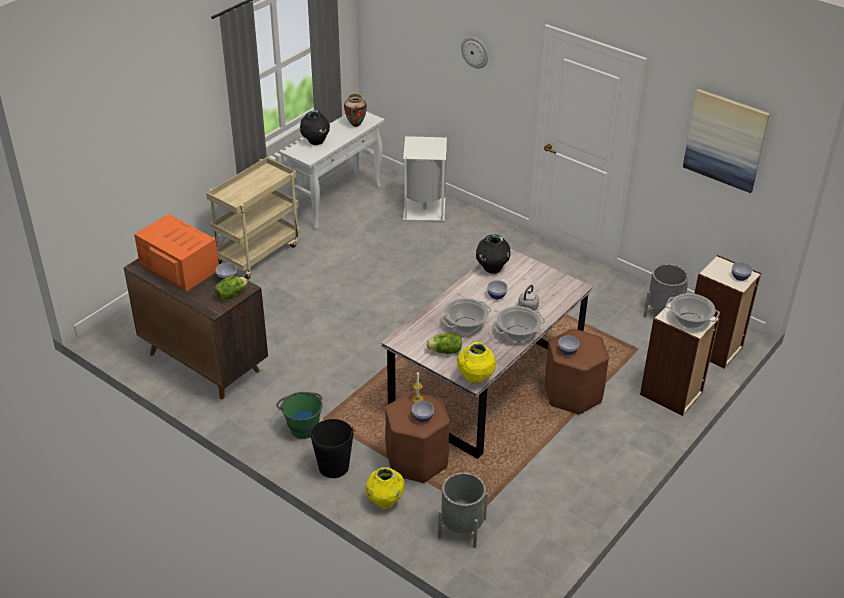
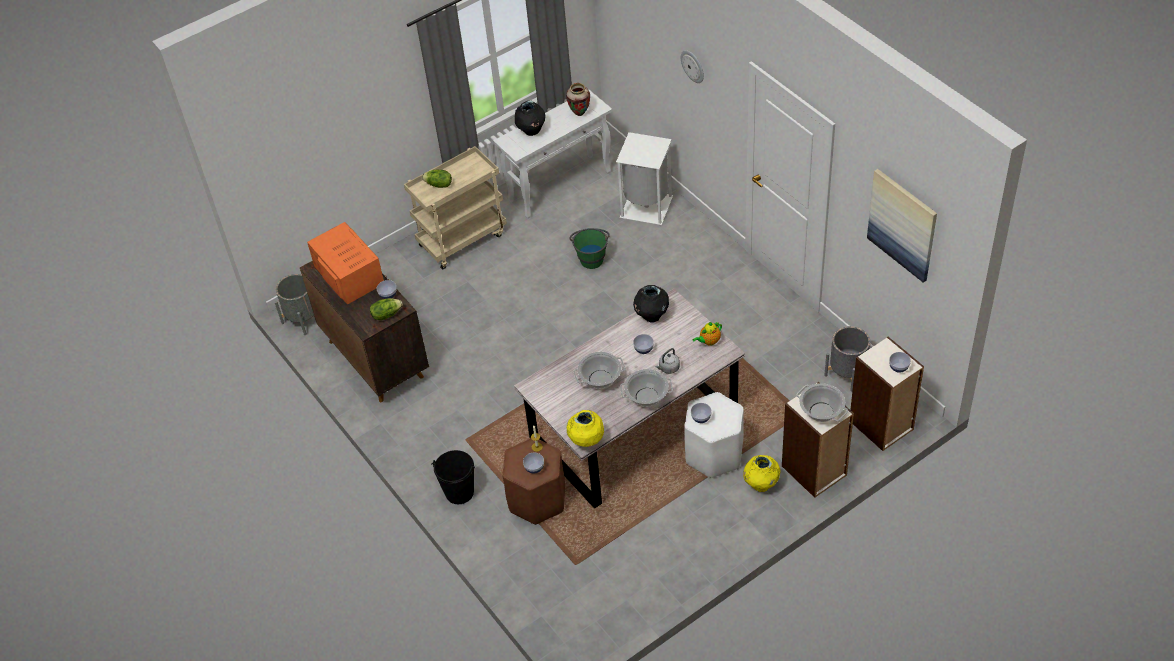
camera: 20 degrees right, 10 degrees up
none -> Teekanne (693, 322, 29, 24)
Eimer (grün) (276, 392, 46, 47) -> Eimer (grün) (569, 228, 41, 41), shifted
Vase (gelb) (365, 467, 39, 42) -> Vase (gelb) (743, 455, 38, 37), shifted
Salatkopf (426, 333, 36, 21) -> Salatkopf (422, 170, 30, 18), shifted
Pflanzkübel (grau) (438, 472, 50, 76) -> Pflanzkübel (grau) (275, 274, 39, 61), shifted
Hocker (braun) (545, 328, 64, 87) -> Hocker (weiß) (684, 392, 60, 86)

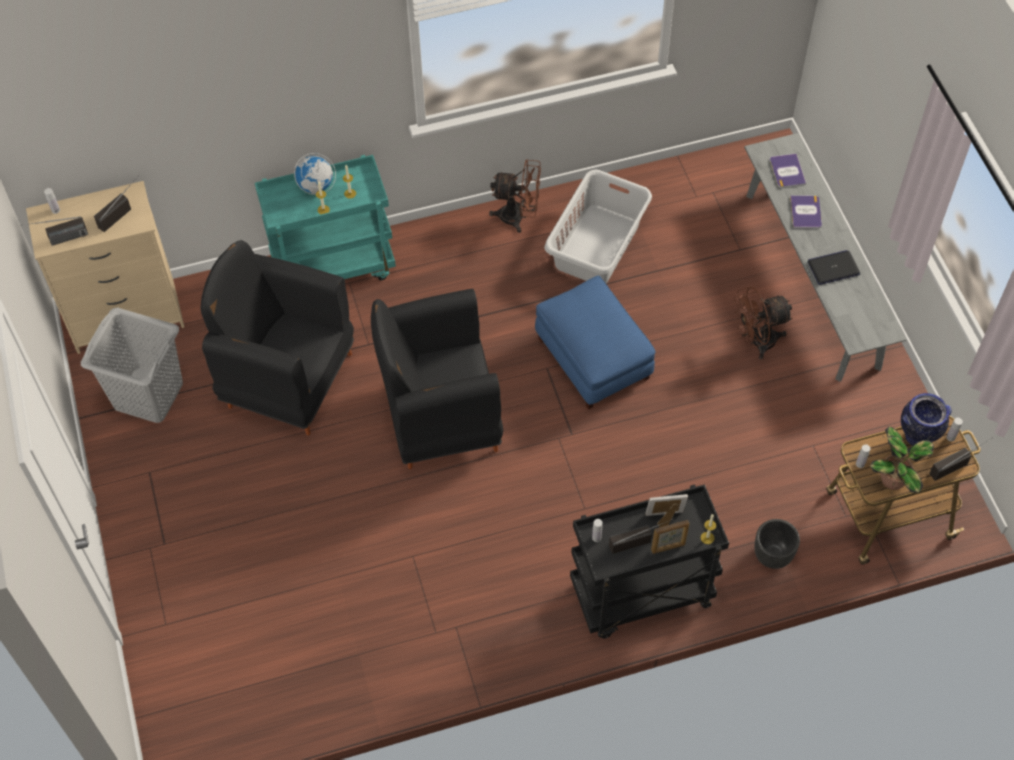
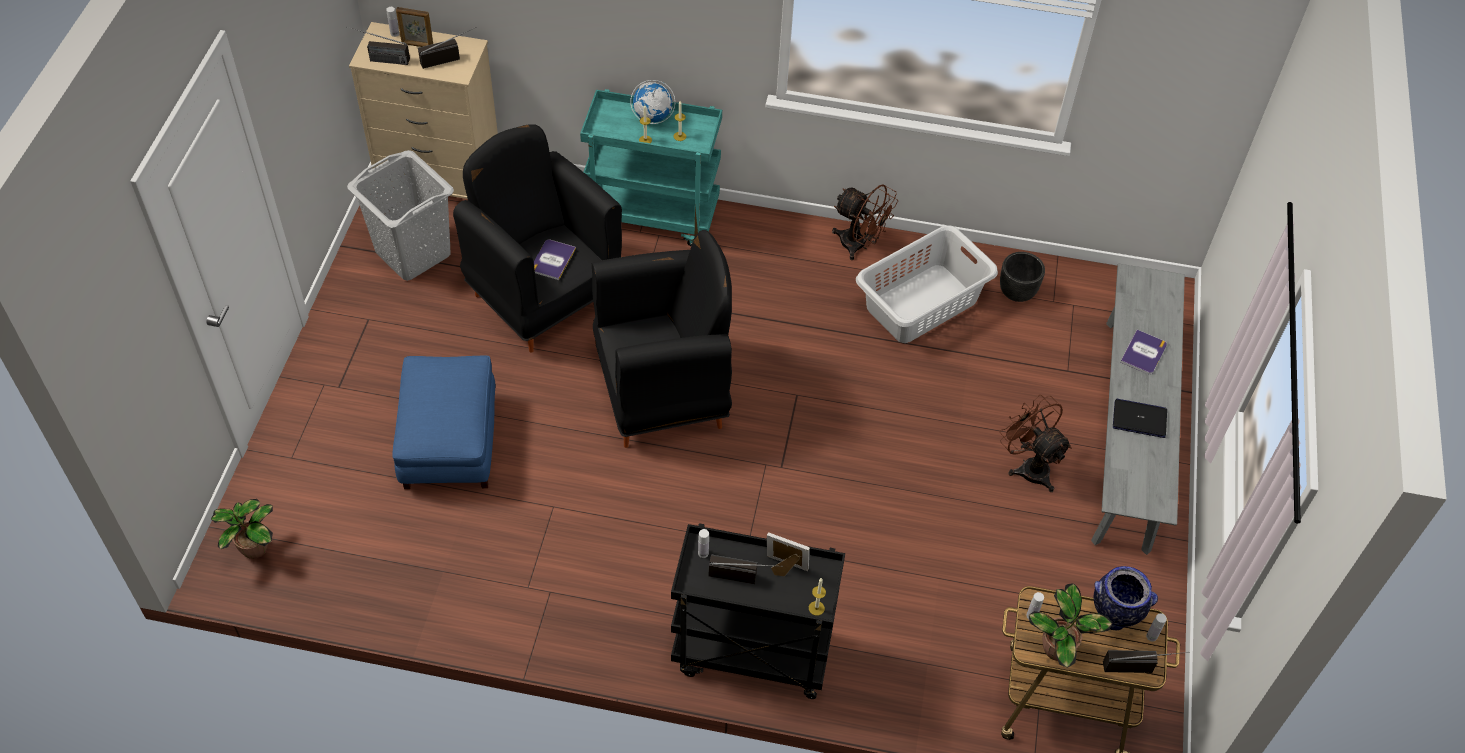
camera: 25 degrees right, 5 degrees down
none -> Topfpflanze (211, 499, 62, 60)
Polsterhocker (blau) (535, 276, 120, 134) -> Polsterhocker (blau) (393, 356, 102, 133), shifted
Bilderrahmen (651, 520, 38, 34) -> Bilderrahmen (396, 7, 37, 40), shifted
Pflanzkübel (schwarz) (754, 519, 46, 50) -> Pflanzkübel (schwarz) (1000, 252, 45, 50), shifted
Buch (770, 154, 36, 34) -> Buch (534, 239, 42, 41), shifted
Sessel (schwarz) (371, 289, 132, 180) -> Sessel (schwarz) (592, 230, 140, 218), 150 degrees clockwise
Ventilator (braun) (734, 286, 59, 73) -> Ventilator (braun) (1000, 395, 72, 97), 45 degrees clockwise

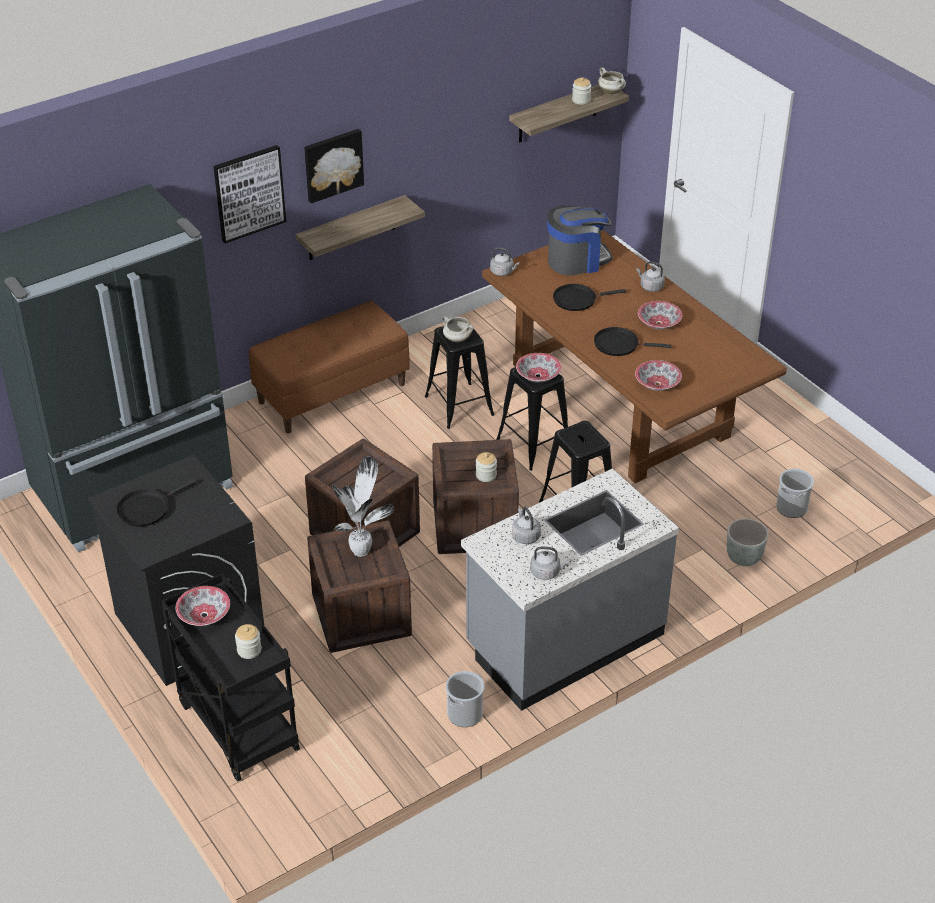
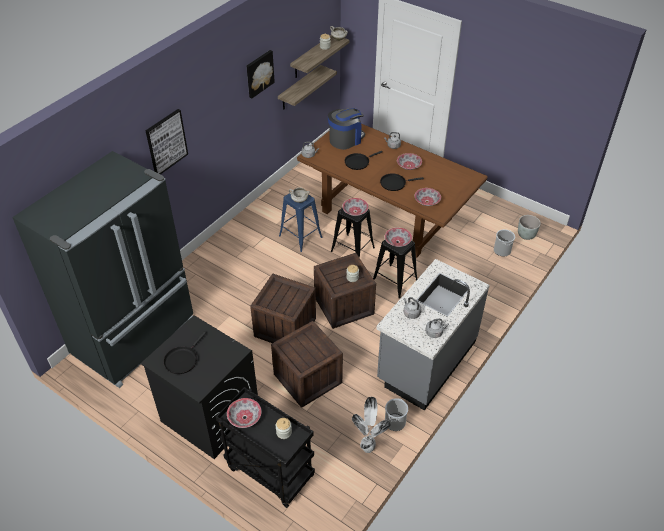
camera: 20 degrees left, 5 degrees up
Bank (braun) (249, 301, 161, 133) -> none
none -> Schüssel (385, 227, 27, 20)
Wandregal (296, 195, 129, 65) -> Wandregal (278, 65, 59, 45), shifted
Bild (304, 129, 60, 74) -> Bild (247, 50, 28, 49), shifted
Topfpflanze (332, 456, 62, 101) -> Topfpflanze (352, 397, 39, 56), shifted
Pflanzkübel (grau) (727, 519, 41, 47) -> Pflanzkübel (grau) (518, 215, 23, 25), shifted
Hocker (schwarz) (425, 326, 69, 103) -> Hocker (blau) (279, 193, 44, 59)

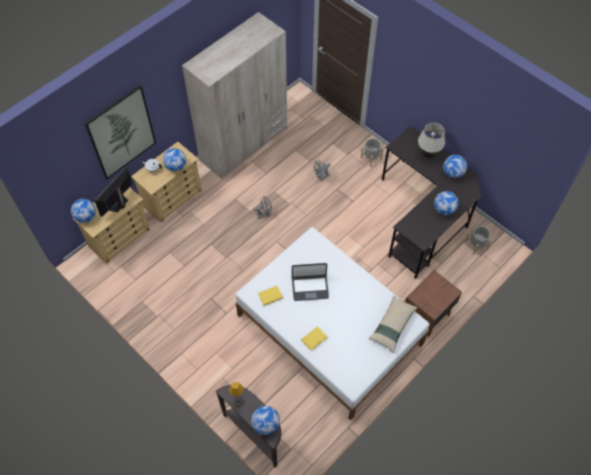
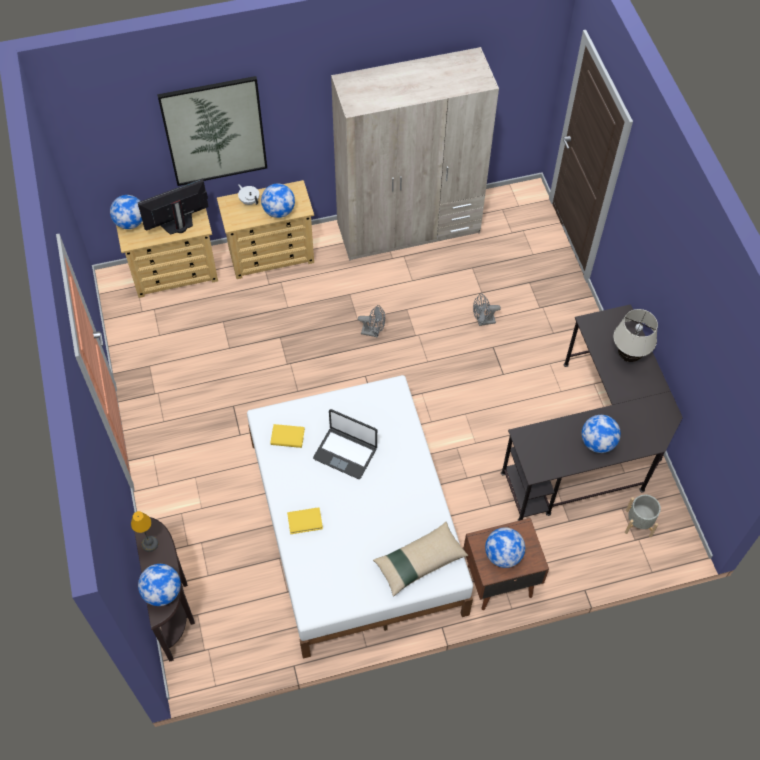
camera: 30 degrees right, 0 degrees up
Pflanzkübel (grau) (361, 138, 23, 29) -> none
Globus (443, 155, 24, 23) -> Globus (485, 527, 40, 41), shifted

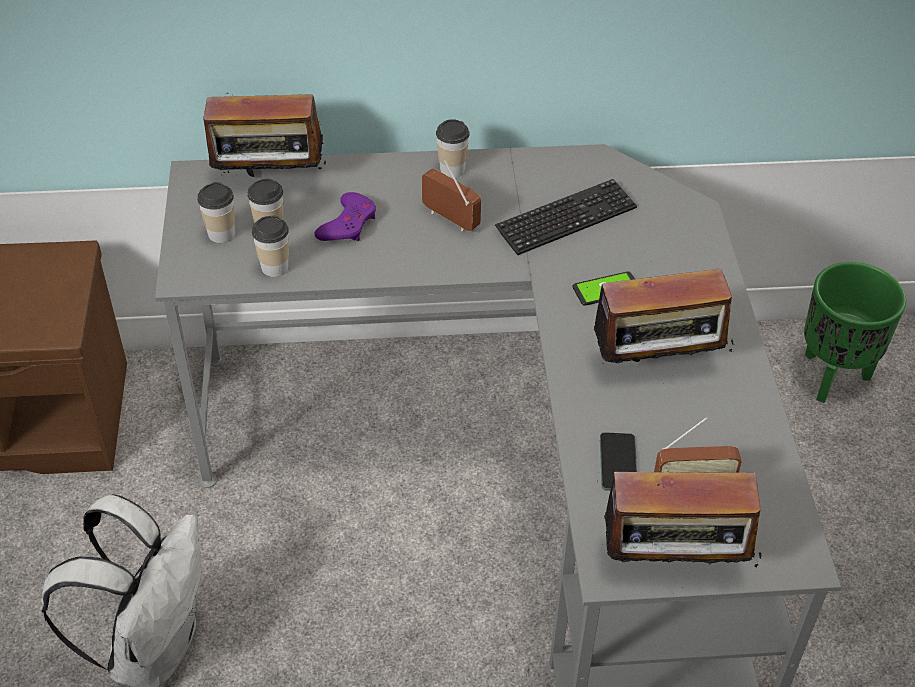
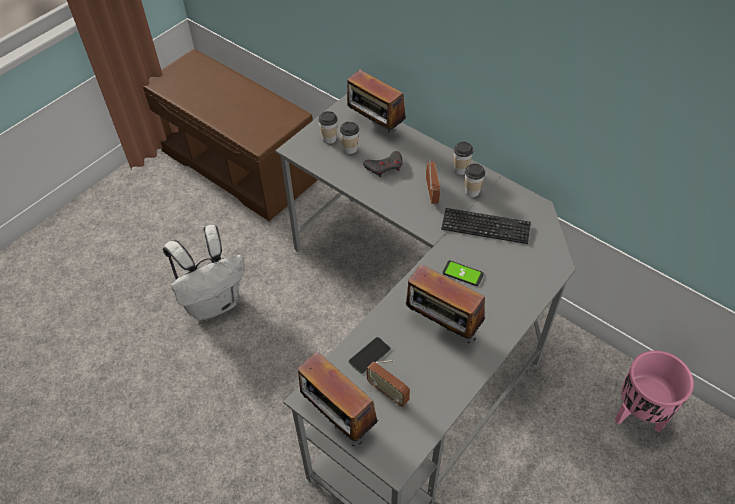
camera: 45 degrees right, 5 degrees up
Tasse (252, 215, 37, 62) -> Tasse (465, 163, 20, 34), shifted
Gamepad (lila) (315, 192, 61, 49) -> Gamepad (grau) (363, 151, 40, 26)
Pflanzkübel (grün) (804, 262, 102, 141) -> Pflanzkübel (rosa) (615, 350, 79, 82)

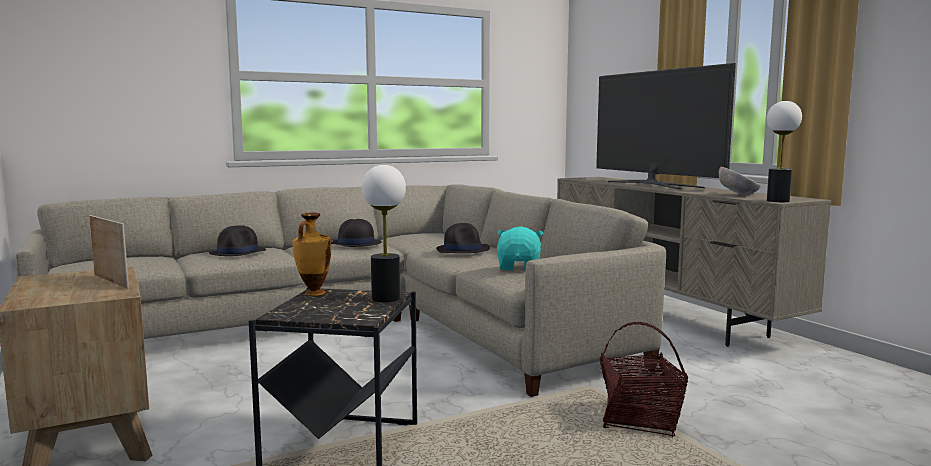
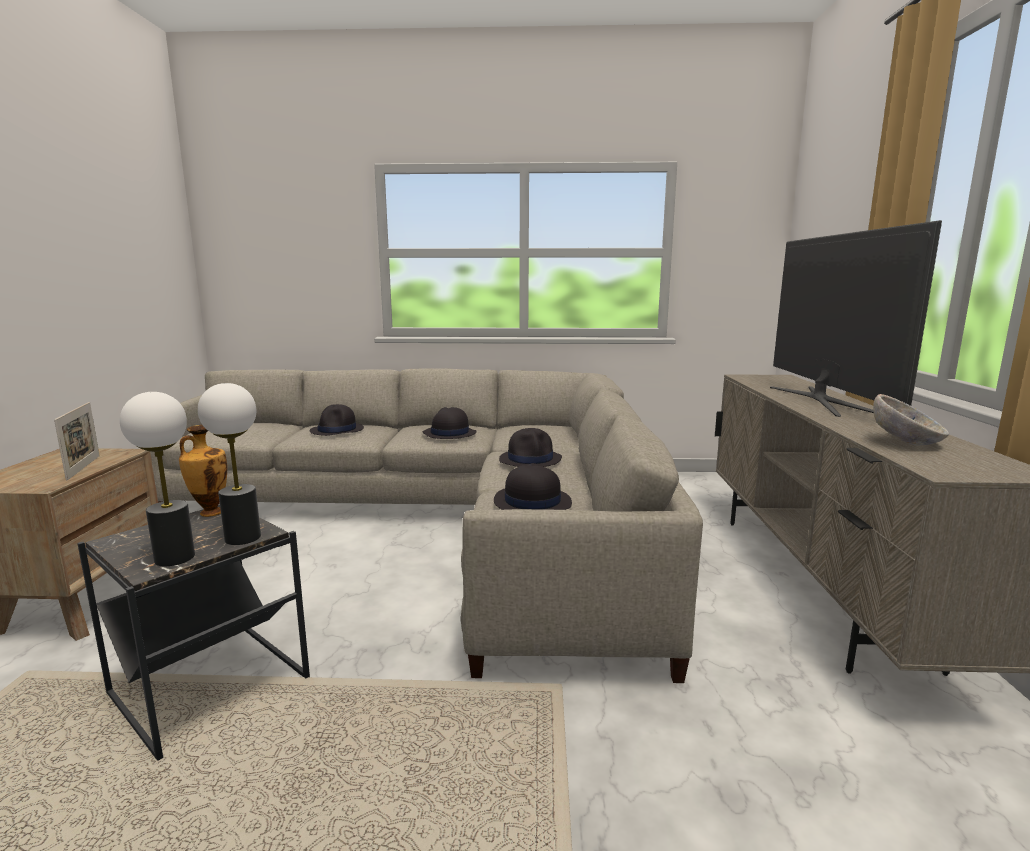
camera: 30 degrees right, 5 degrees up
Korb (600, 322, 89, 116) -> none
Tischlampe (767, 101, 35, 101) -> Tischlampe (120, 392, 75, 174), shifted
Plüschtier (türkis) (497, 226, 46, 44) -> Hut (schwarz) (494, 463, 78, 47)

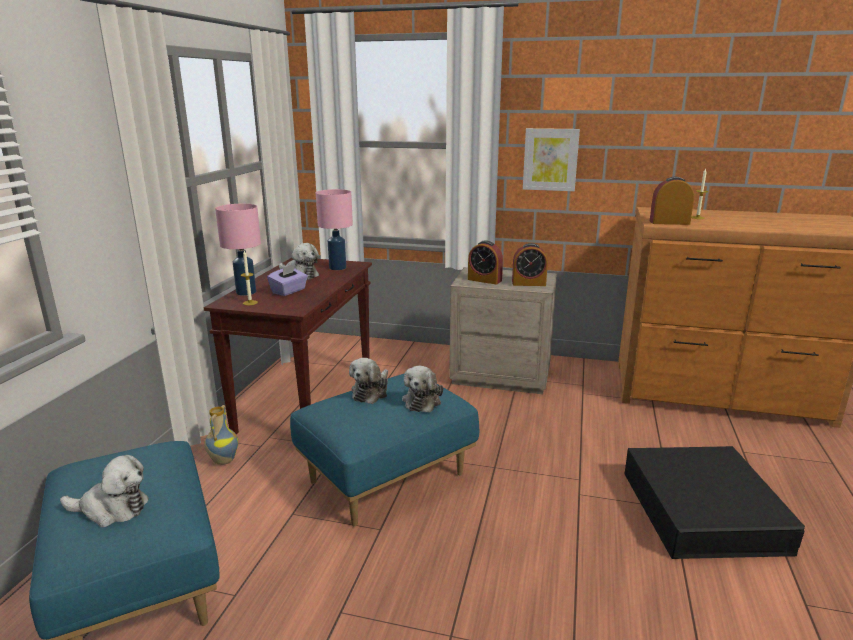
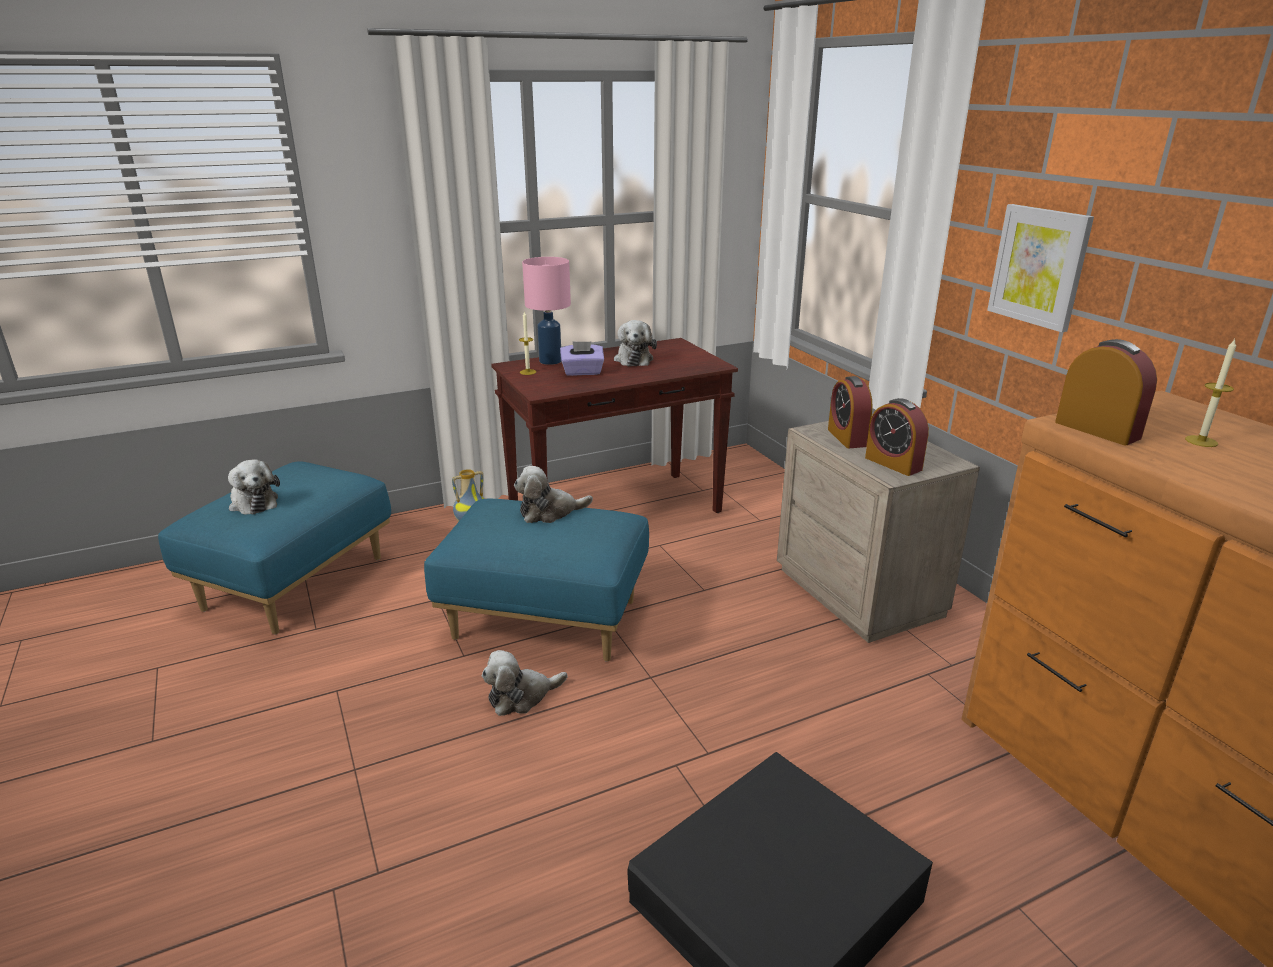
camera: 50 degrees right, 5 degrees up
Tischlampe (rosa) (316, 189, 37, 81) -> none
Plüschtier (402, 366, 41, 47) -> Plüschtier (482, 650, 86, 66), shifted

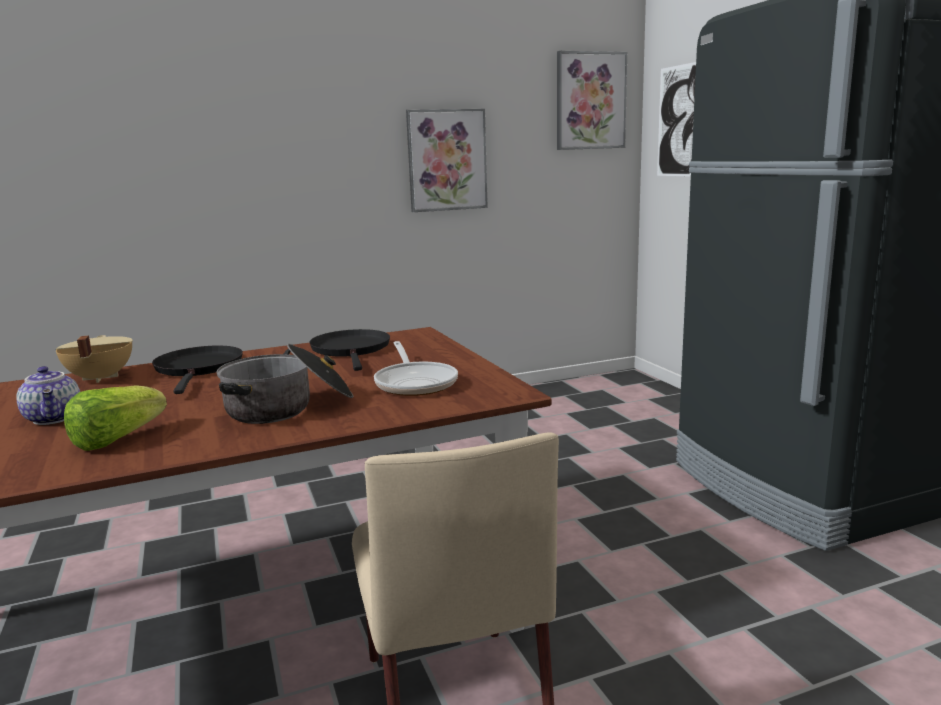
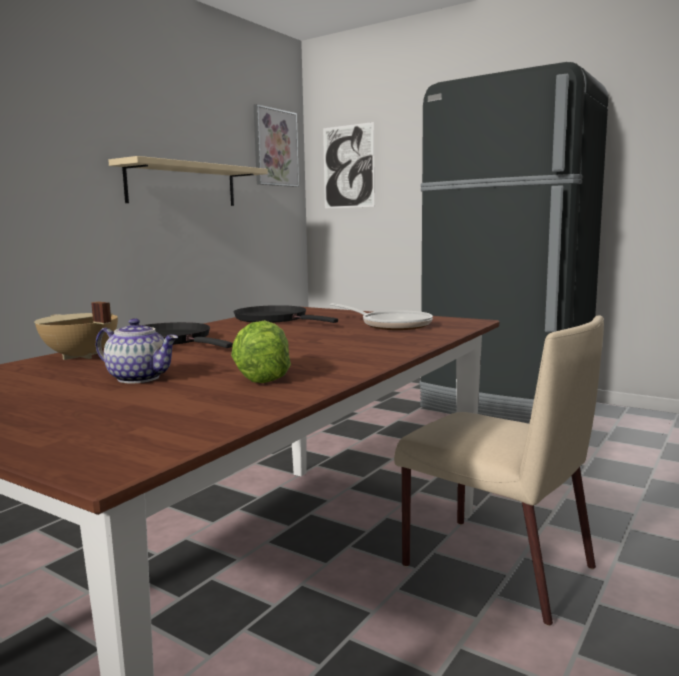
camera: 35 degrees left, 5 degrees down
Kochtopf (216, 344, 138, 80) -> none
Bild (406, 109, 82, 103) -> Wandregal (beige) (108, 156, 160, 50)

